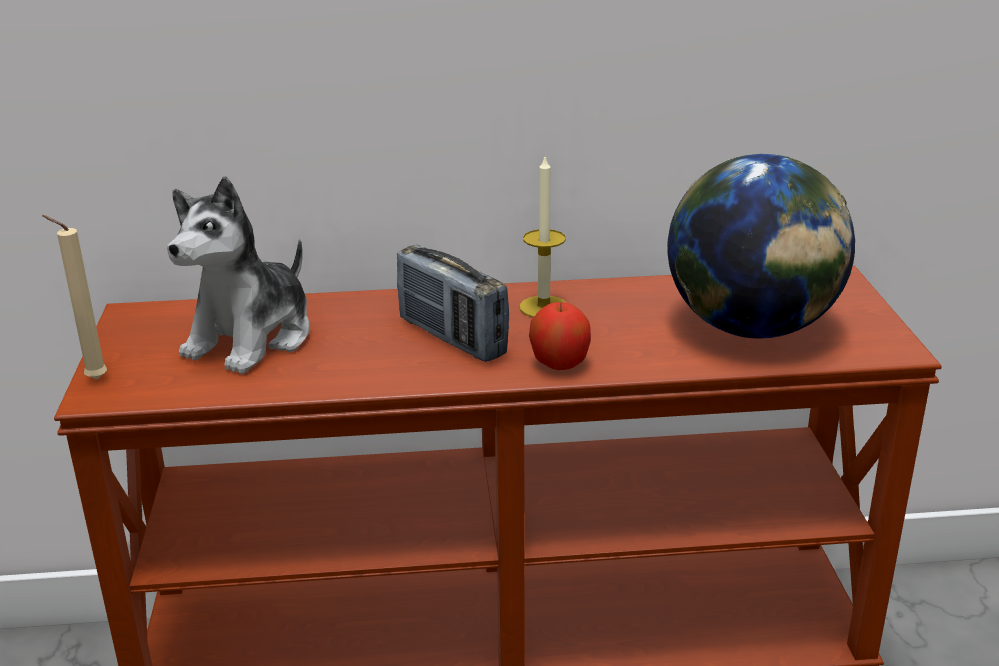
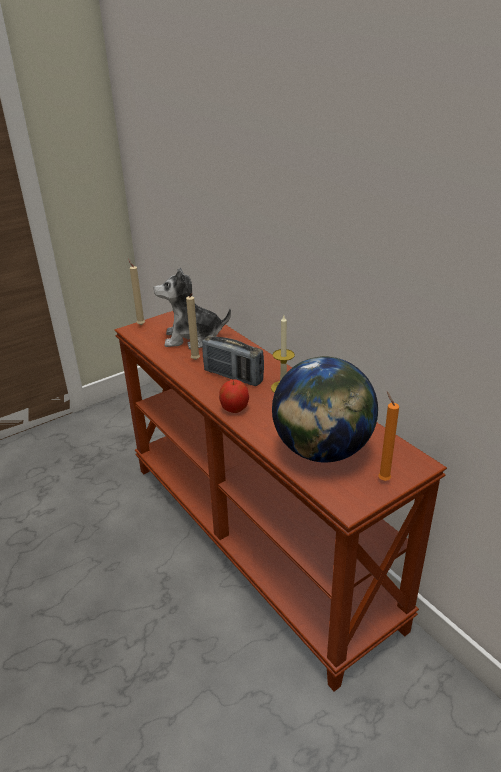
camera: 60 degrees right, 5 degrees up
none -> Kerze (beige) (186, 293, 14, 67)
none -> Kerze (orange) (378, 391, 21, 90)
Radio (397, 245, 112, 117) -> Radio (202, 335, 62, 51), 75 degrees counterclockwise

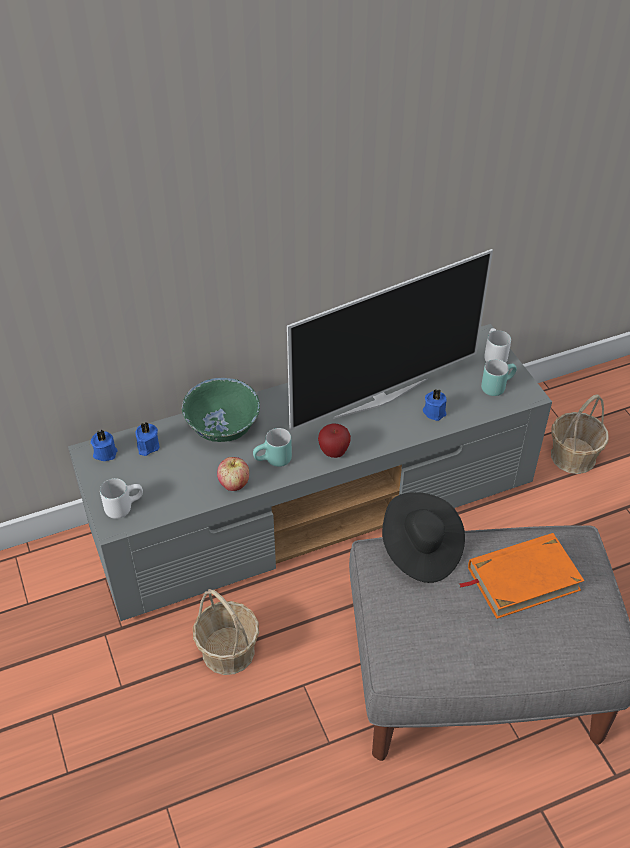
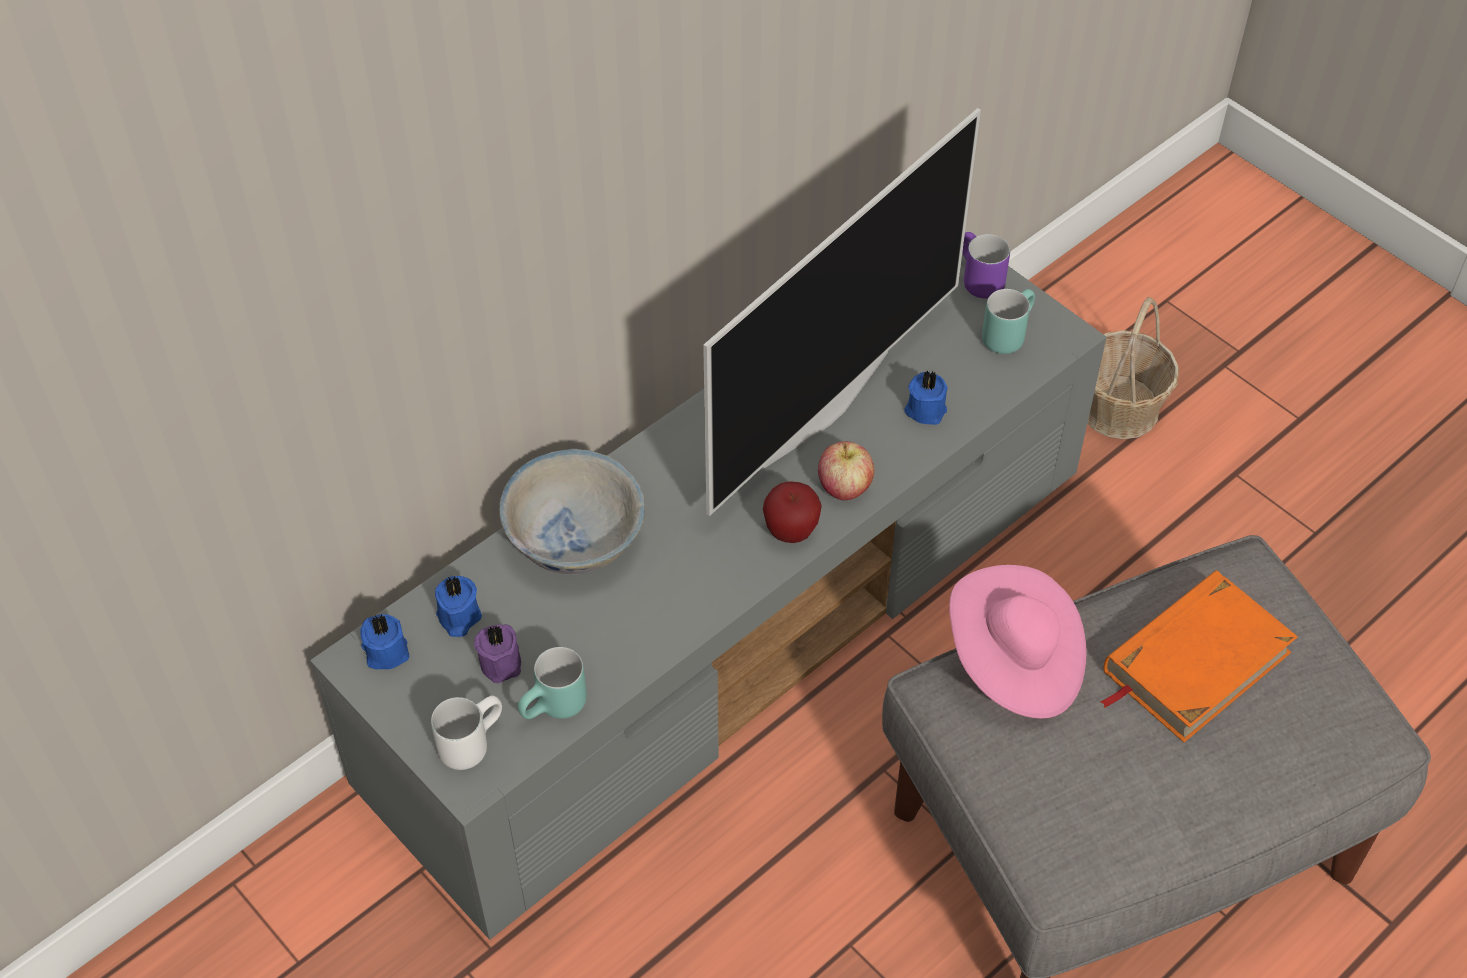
camera: 20 degrees left, 5 degrees up
Korb (193, 589, 66, 86) -> none
none -> Kerze (lila) (474, 624, 47, 59)
Apfel (217, 457, 32, 34) -> Apfel (818, 441, 56, 59), shifted
Henkelbecher (türkis) (253, 428, 39, 39) -> Henkelbecher (türkis) (518, 647, 69, 72), shifted
Schüssel (grün) (182, 378, 78, 64) -> Schüssel (weiß) (499, 449, 146, 126)
Hut (schwarz) (382, 492, 83, 91) -> Hut (rosa) (949, 565, 137, 154)
Henkelbecher (weiß) (484, 328, 27, 35) -> Henkelbecher (lila) (962, 232, 48, 67)

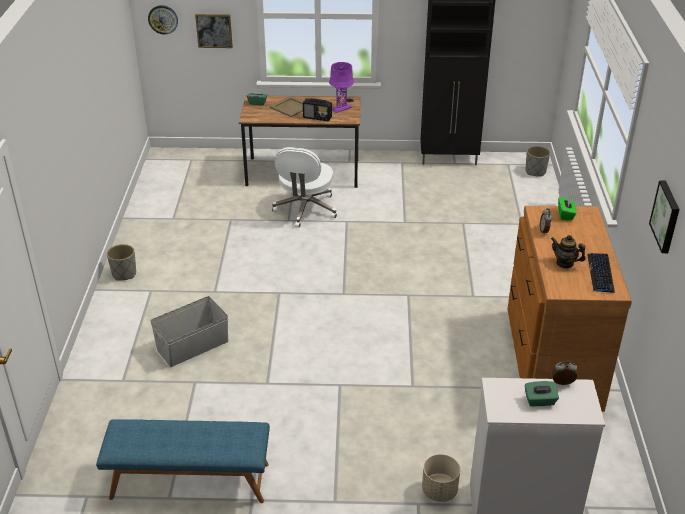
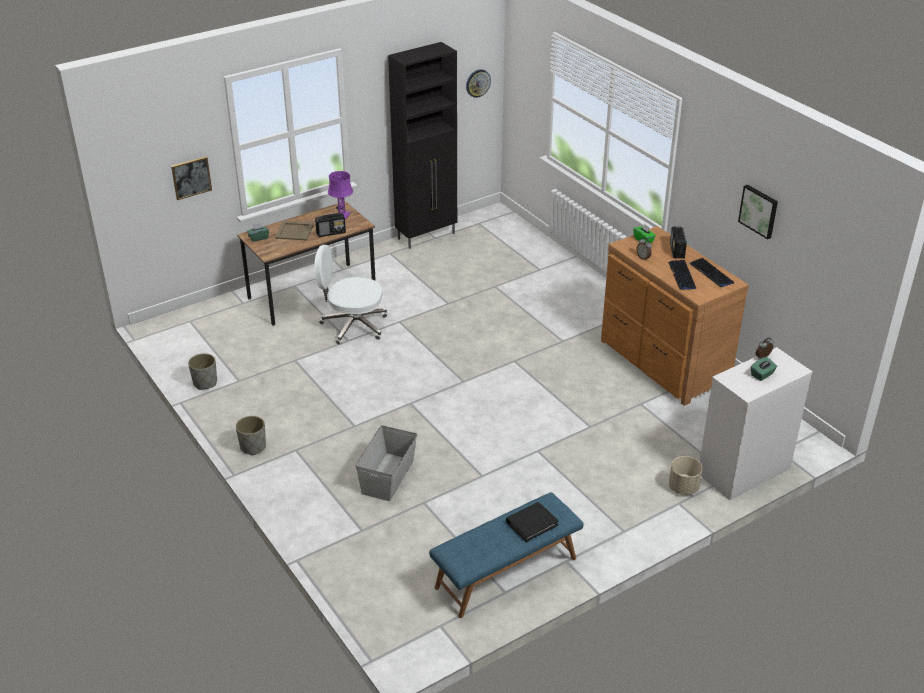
camera: 35 degrees left, 0 degrees up
none -> Buch (schwarz) (506, 502, 53, 40)
none -> Radio (670, 226, 17, 33)
Wanduhr (148, 5, 30, 30) -> Wanduhr (466, 69, 25, 29), shifted
Pflanzkübel (grau) (526, 146, 24, 31) -> Pflanzkübel (grau) (188, 353, 29, 37), shifted
Teekanne (551, 235, 35, 33) -> Tastatur (668, 260, 28, 30)
Bürostuhl (weiß) (272, 147, 65, 81) -> Bürostuhl (weiß) (314, 245, 73, 100), 120 degrees clockwise

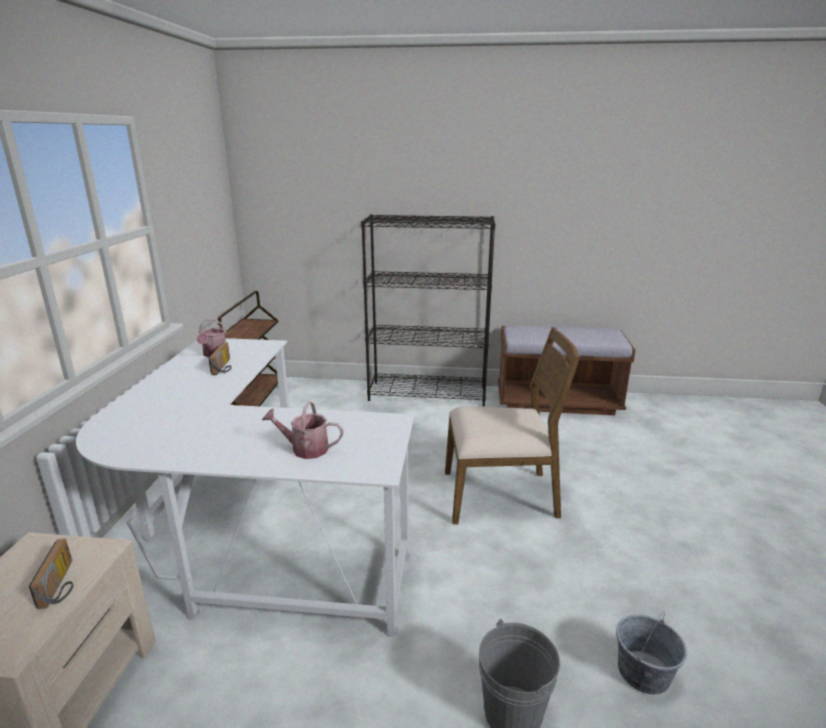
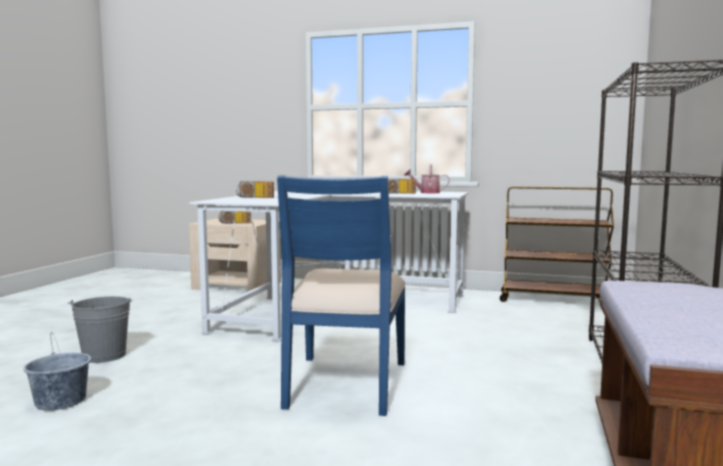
camera: 100 degrees right, 15 degrees down
Gießkanne (262, 401, 81, 58) -> Radio (237, 181, 37, 17)
Stuhl (braun) (445, 327, 135, 197) -> Stuhl (blau) (277, 175, 129, 241)

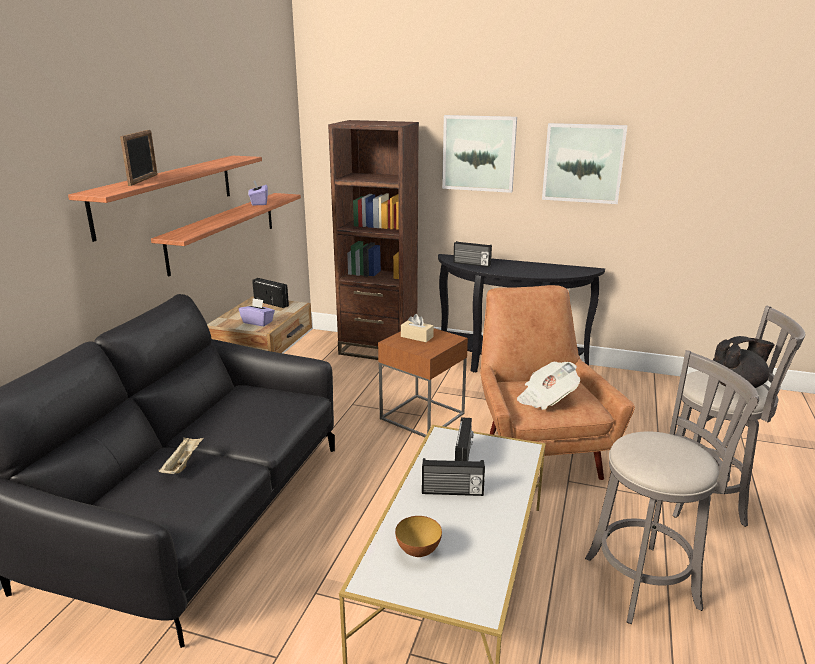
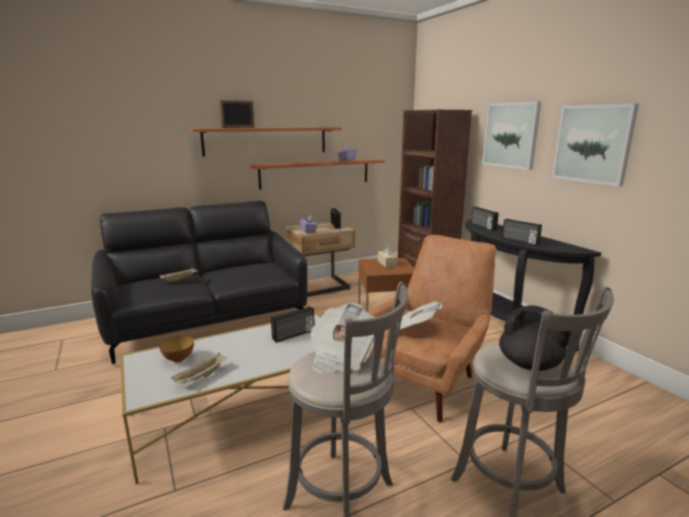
camera: 45 degrees right, 5 degrees down
none -> Tablett (beige) (171, 353, 56, 31)
none -> Zeitung (309, 303, 66, 71)
Radio (422, 458, 63, 38) -> Radio (502, 219, 40, 27), shifted

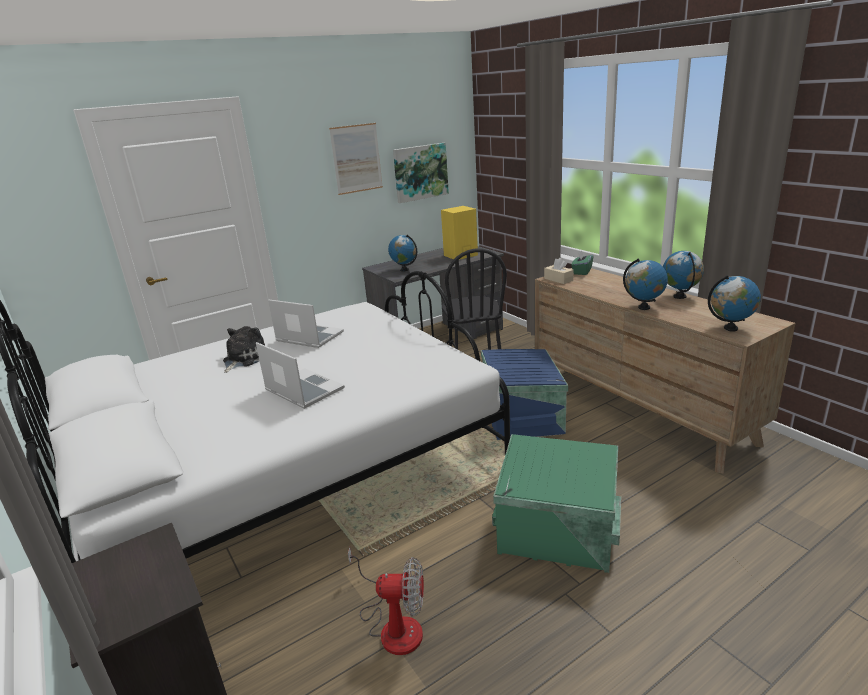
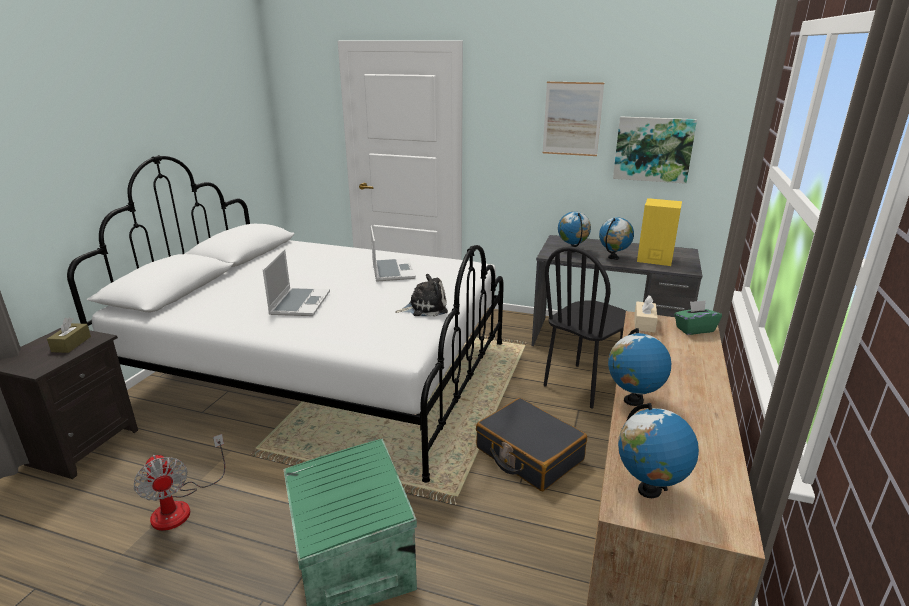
camera: 50 degrees right, 0 degrees up
none -> Taschentuchbox (braun) (47, 317, 44, 36)
Plüschtier (223, 326, 42, 47) -> Plüschtier (395, 274, 53, 43), shifted
Globus (663, 251, 41, 48) -> Globus (599, 217, 35, 43), shifted
Aufbewahrungsbox (blau) (481, 349, 87, 91) -> Koffer (schwarz) (476, 398, 111, 93)

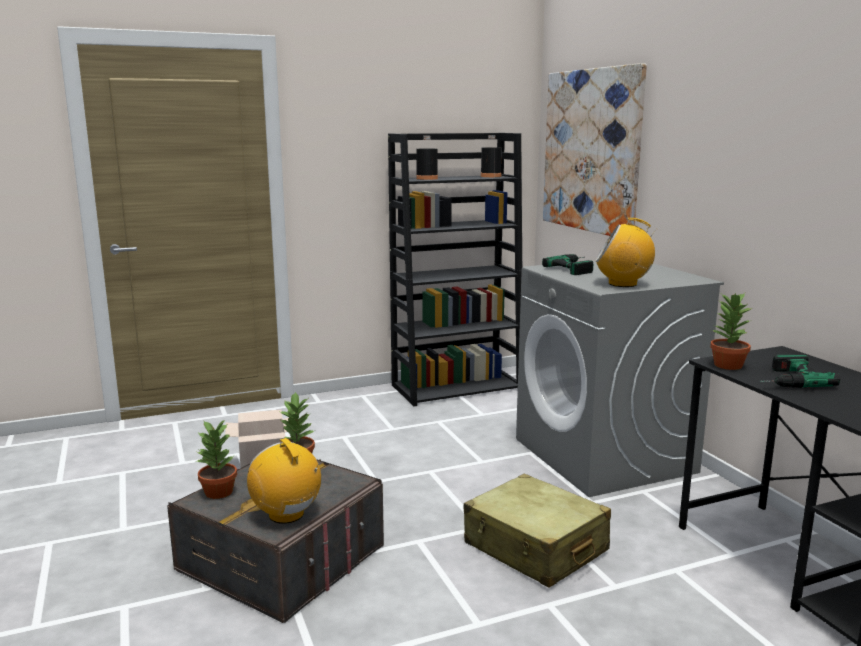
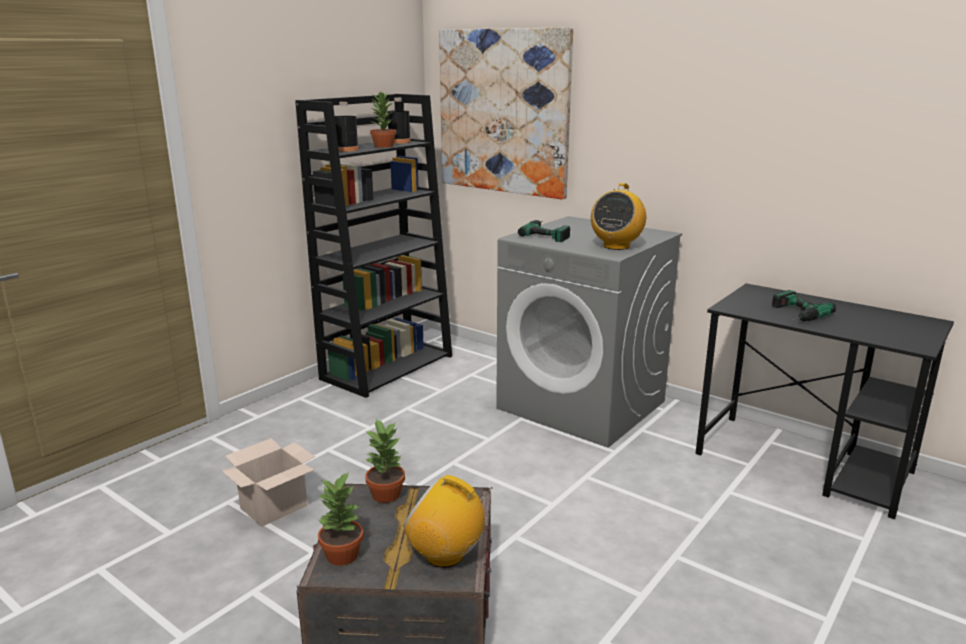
camera: 30 degrees left, 5 degrees up
Koffer (beige) (464, 474, 147, 114) -> none
Topfpflanze (710, 293, 42, 77) -> Topfpflanze (369, 92, 27, 56), shifted
Radio (596, 218, 61, 69) -> Radio (591, 183, 55, 67), 45 degrees counterclockwise

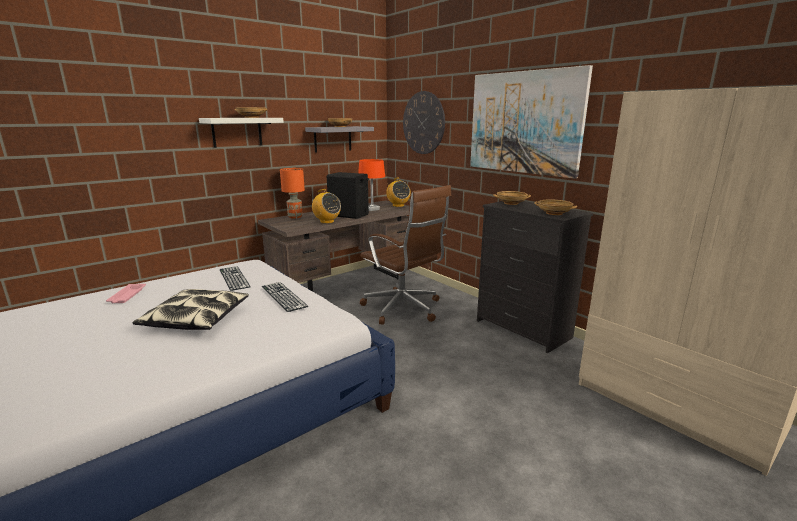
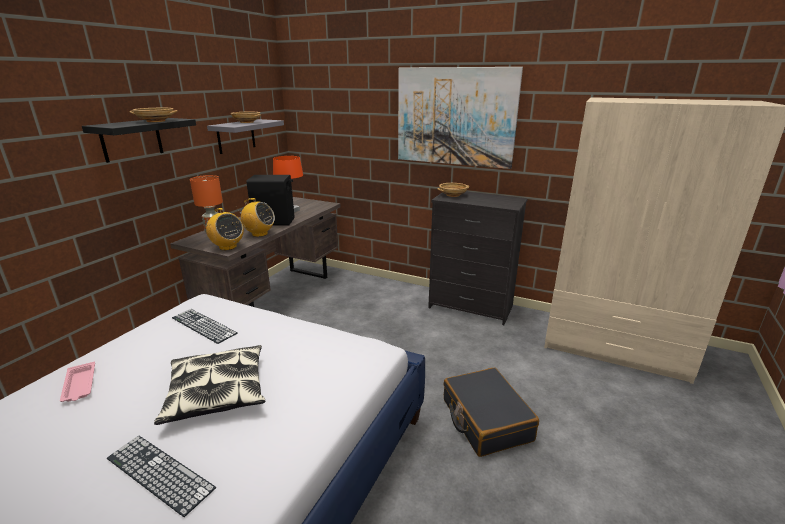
camera: 25 degrees left, 5 degrees up
Bürostuhl (braun) (360, 185, 91, 140) -> none
Wanduhr (403, 91, 42, 63) -> none
Schüssel (beige) (534, 199, 43, 16) -> none
none -> Koffer (schwarz) (444, 367, 95, 90)
Tastatur (262, 282, 46, 30) -> Tastatur (107, 436, 109, 81), shifted
Radio (386, 177, 25, 30) -> Radio (205, 208, 39, 42), shifted
Wandregal (weiß) (199, 118, 85, 30) -> Wandregal (schwarz) (82, 118, 114, 45)

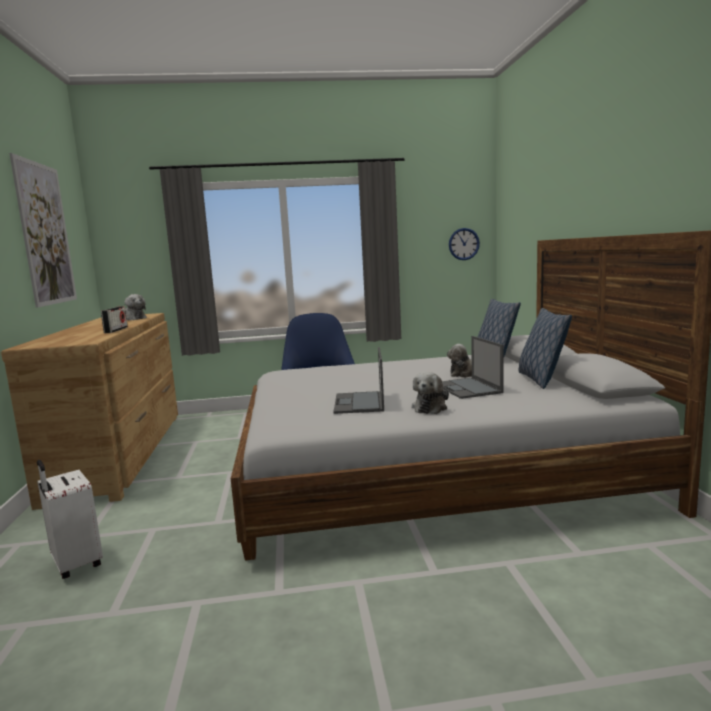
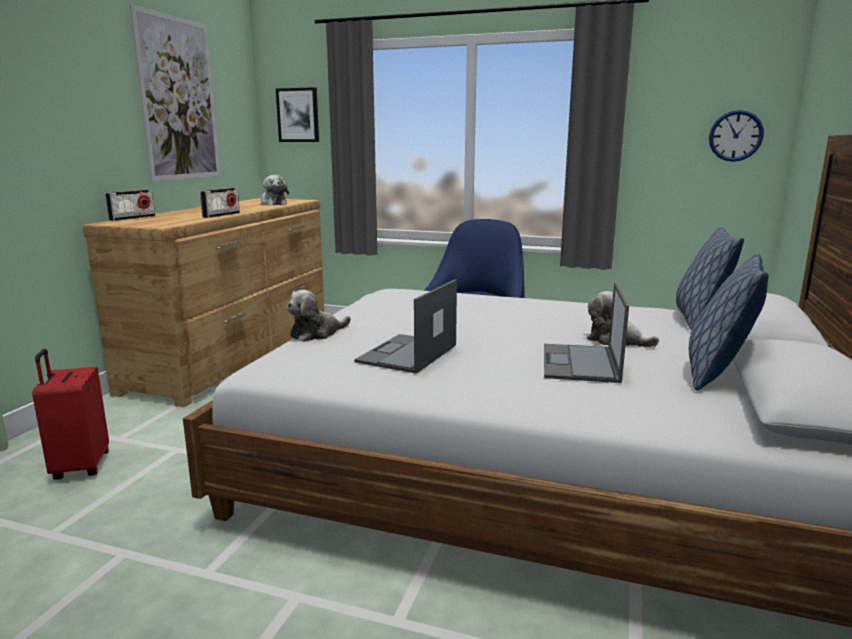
camera: 25 degrees right, 5 degrees up
none -> Radio (105, 190, 50, 31)
none -> Bild (276, 87, 43, 55)
Plüschtier (412, 372, 37, 42) -> Plüschtier (287, 290, 64, 52), shifted
Koffer (weiß) (37, 460, 66, 119) -> Koffer (rot) (32, 349, 77, 131)

